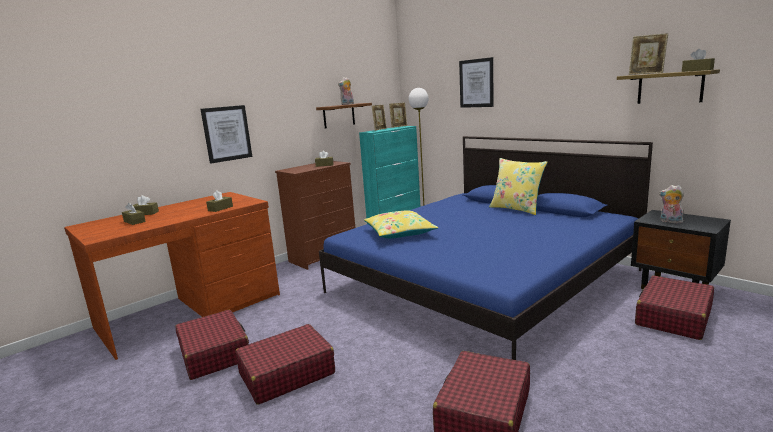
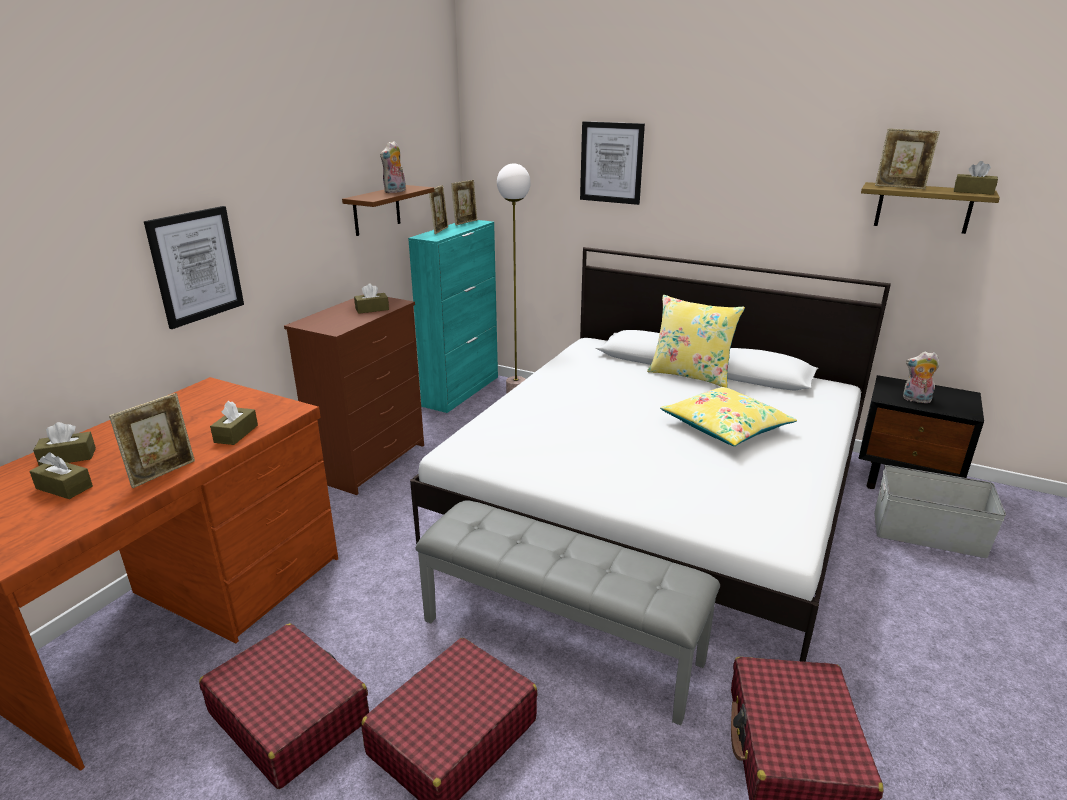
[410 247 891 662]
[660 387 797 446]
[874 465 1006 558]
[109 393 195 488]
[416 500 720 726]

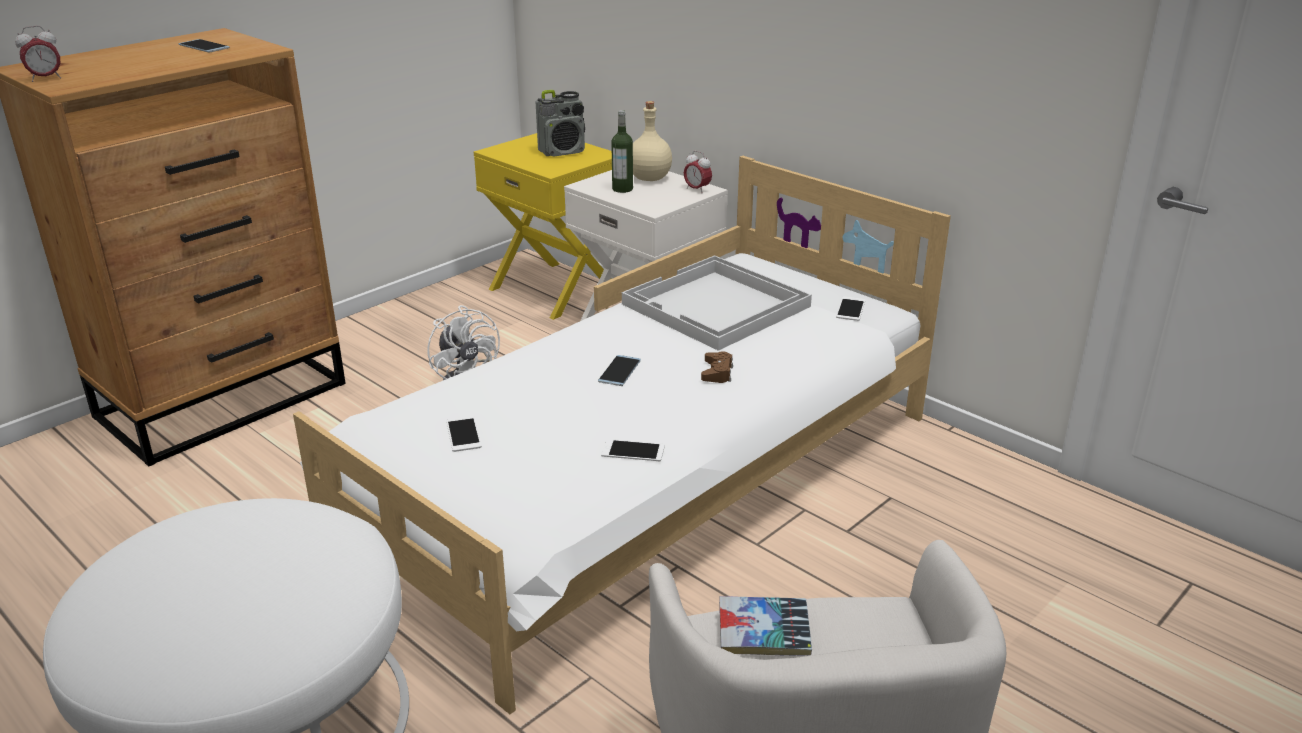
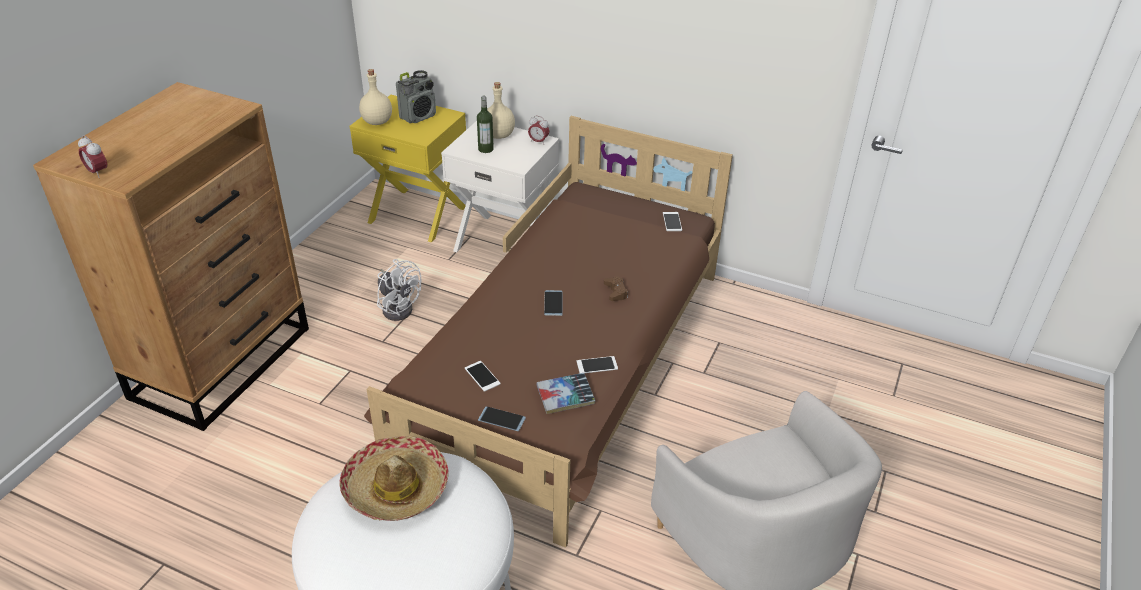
[78 135 107 178]
[478 406 526 431]
[364 116 733 548]
[622 255 812 351] (first image)
[537 373 595 414]
[339 436 449 521]
[359 69 392 125]

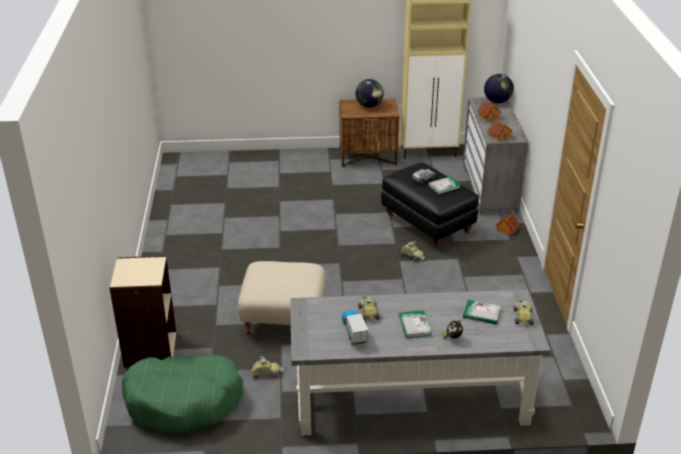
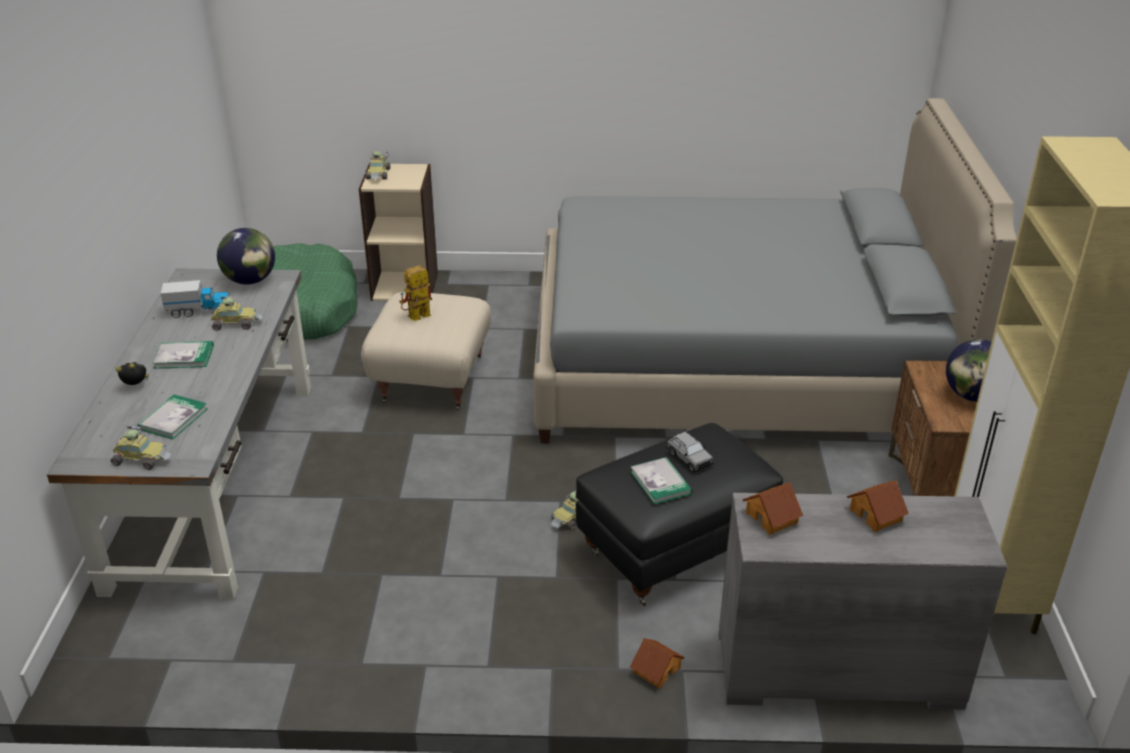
[365 151 390 179]
[217 228 275 285]
[399 265 432 321]
[533 98 1017 443]

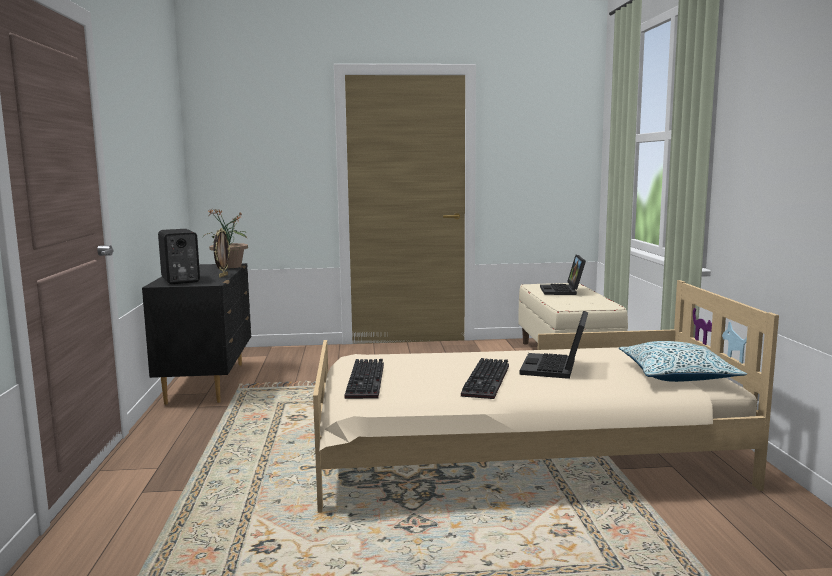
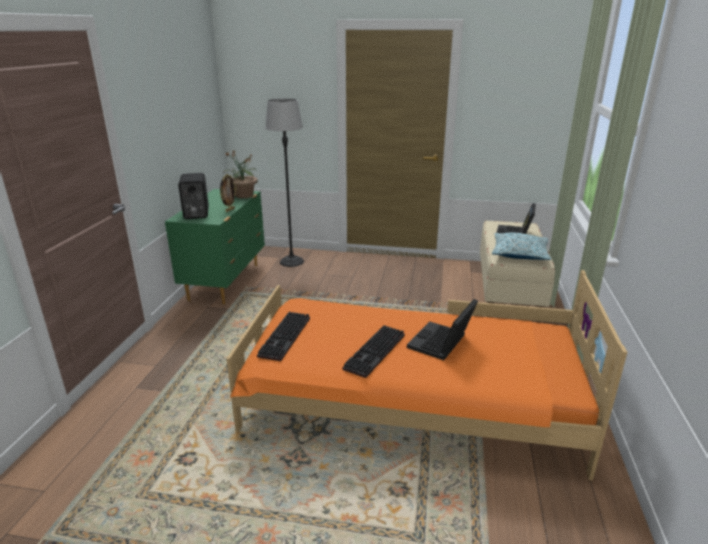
[165 189 265 305]
[226 270 628 481]
[492 232 551 260]
[265 99 304 267]

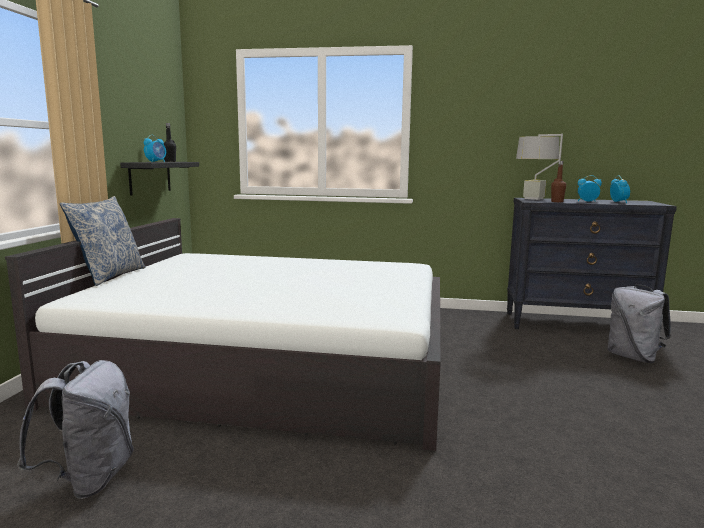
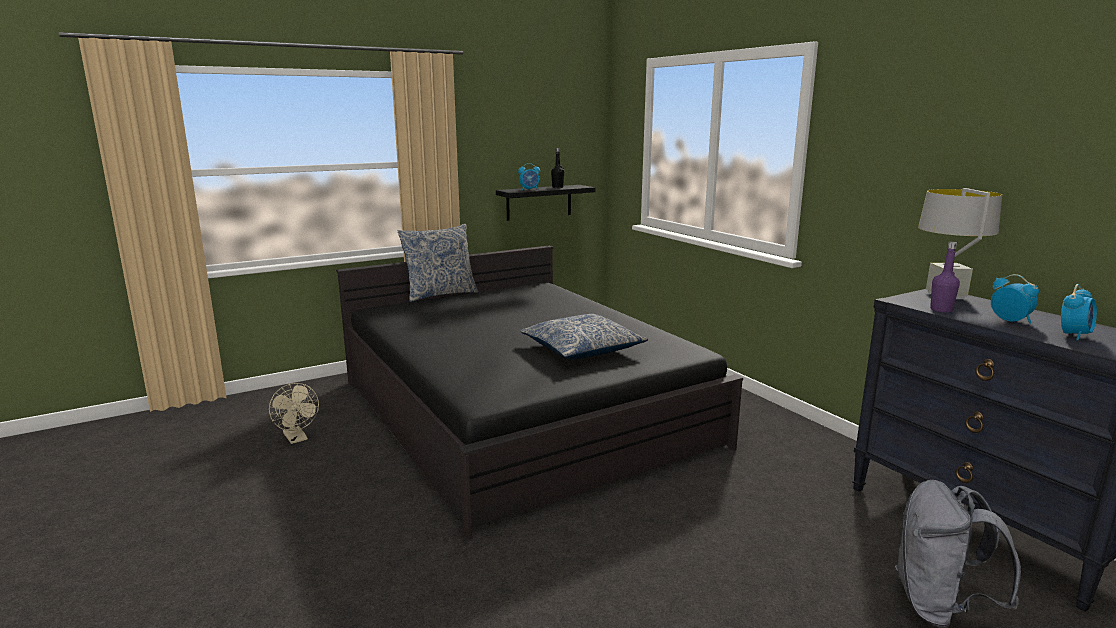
[336 246 743 540]
[269 383 319 444]
[930 241 960 313]
[520 314 648 359]

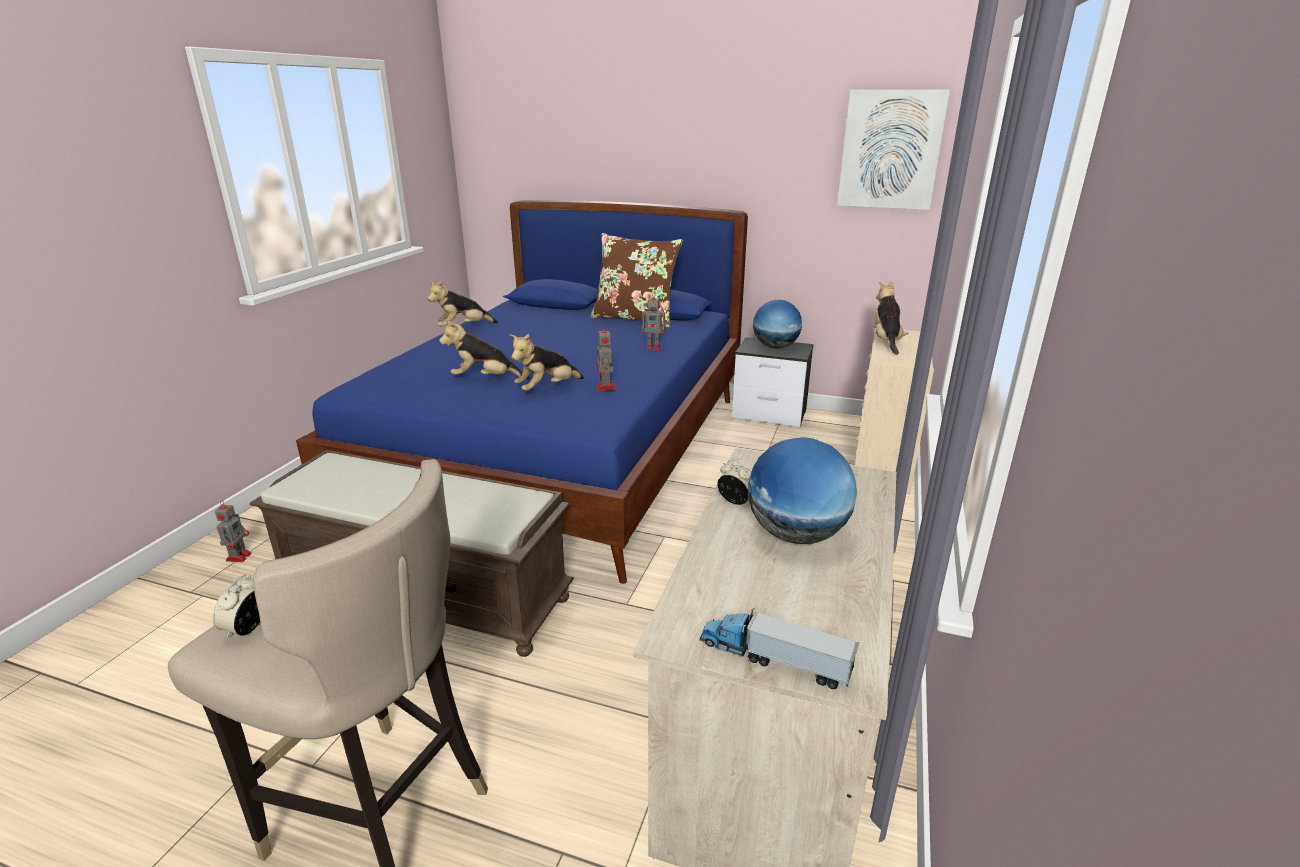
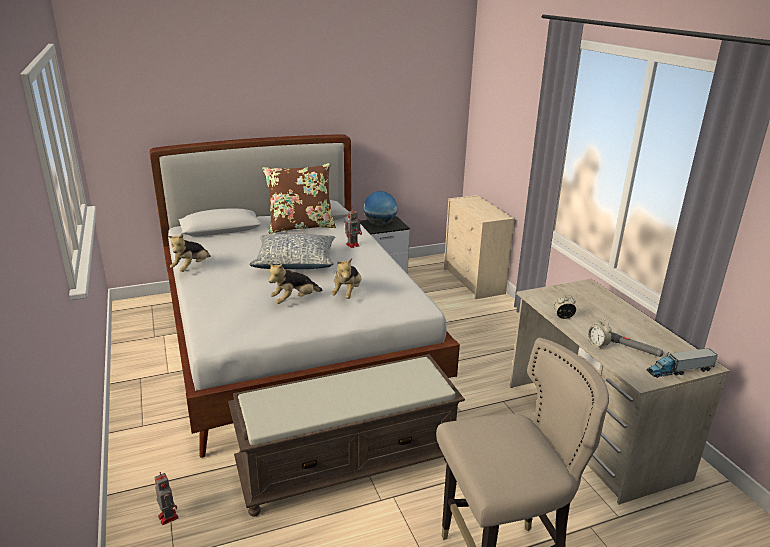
[588 319 612 349]
[149 134 460 458]
[595 330 616 391] (first image)
[748 437 857 544] (first image)
[837 89 950 210] (first image)
[873 281 908 355] (first image)
[250 234 335 269]
[611 332 664 357]

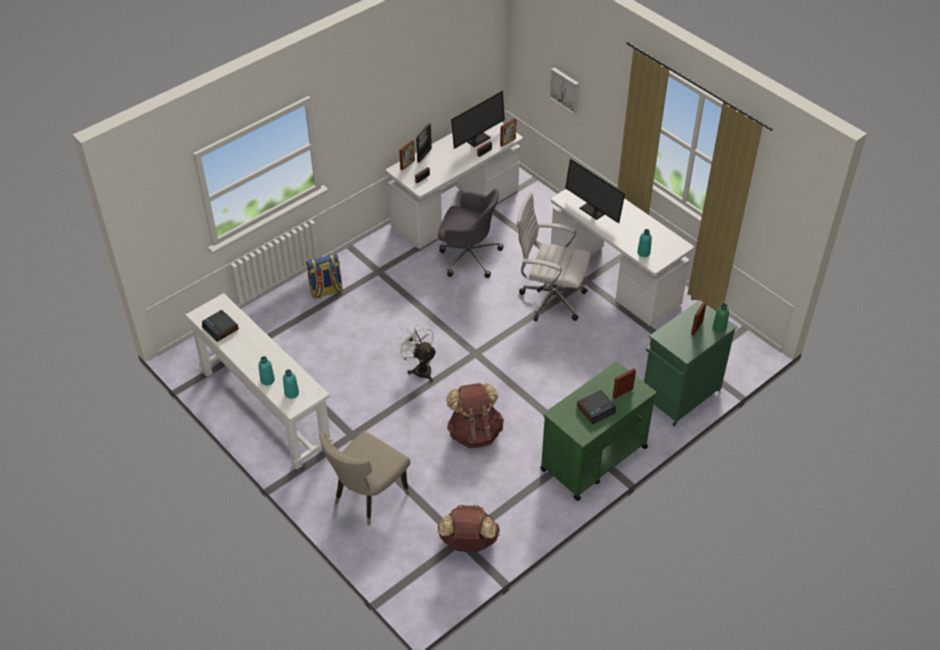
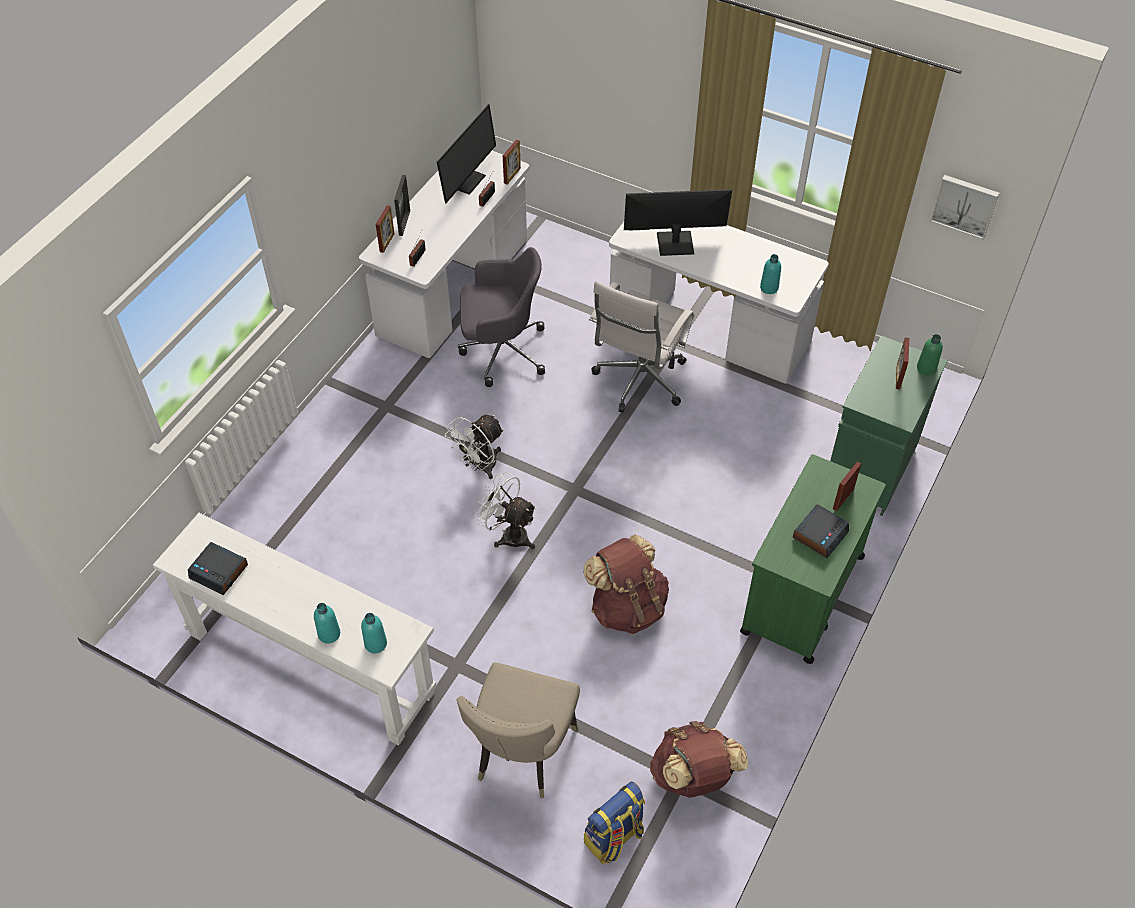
[584 782 645 864]
[589 281 695 412]
[930 175 999 239]
[624 189 732 256]
[445 414 504 479]

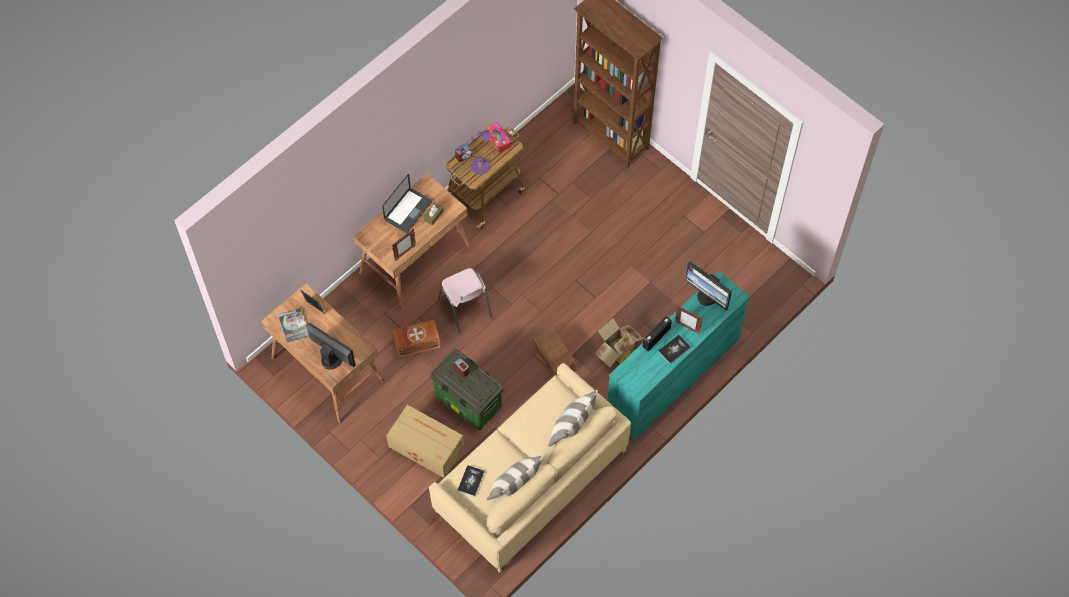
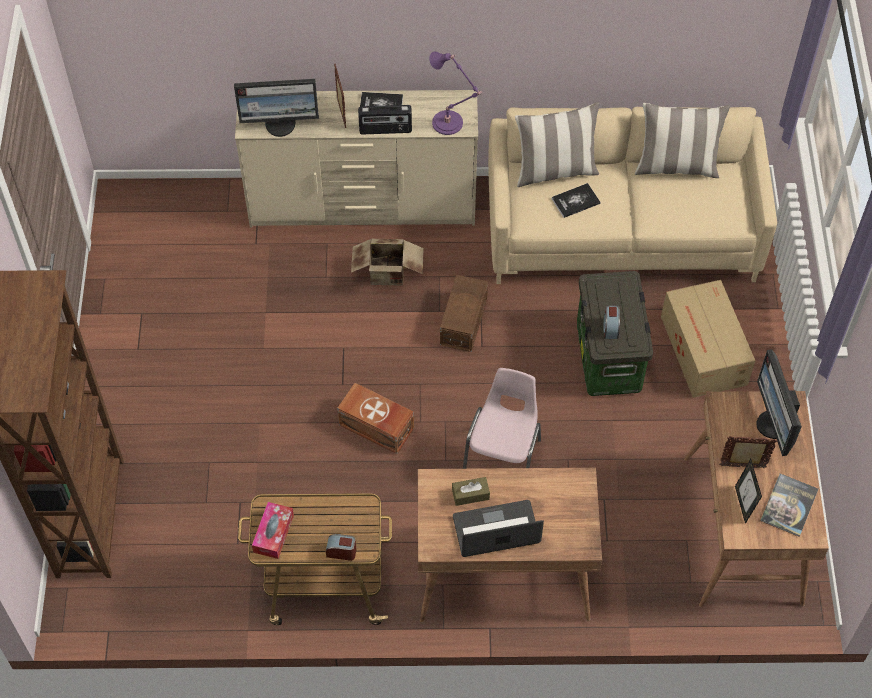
[719 436 777 468]
[337 383 414 454]
[552 183 601 218]
[429 52 481 135]
[235 90 478 227]
[234 79 319 137]

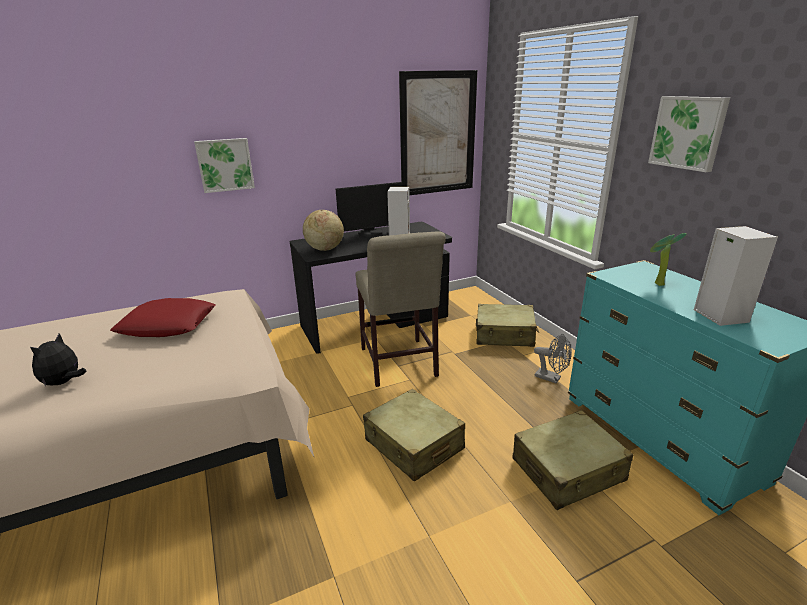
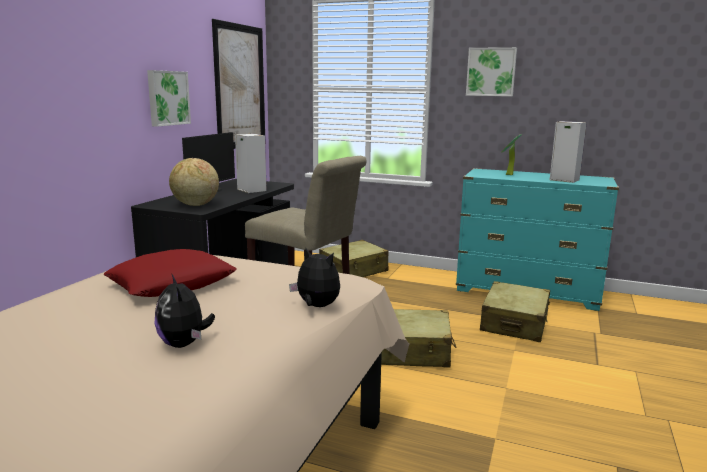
[147 70 191 127]
[534 334 572 383] (first image)
[289 247 340 307]

